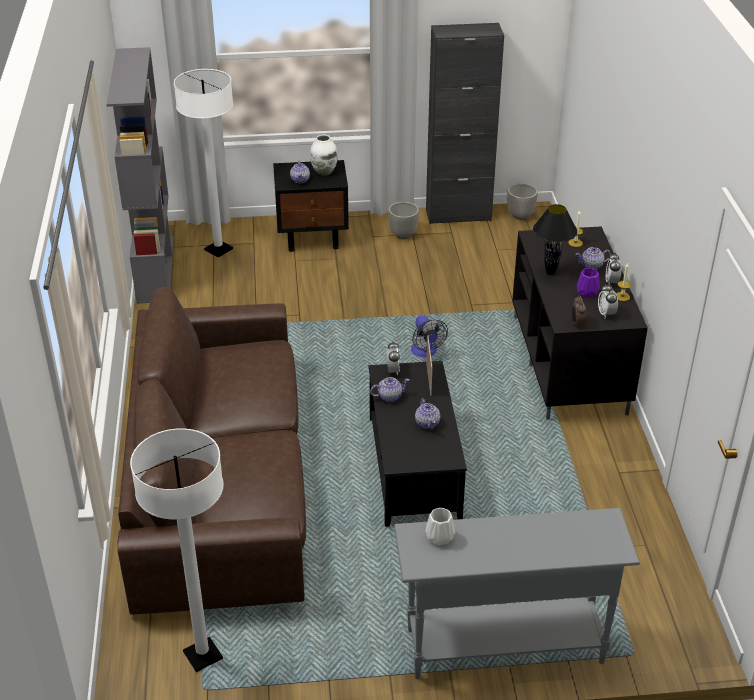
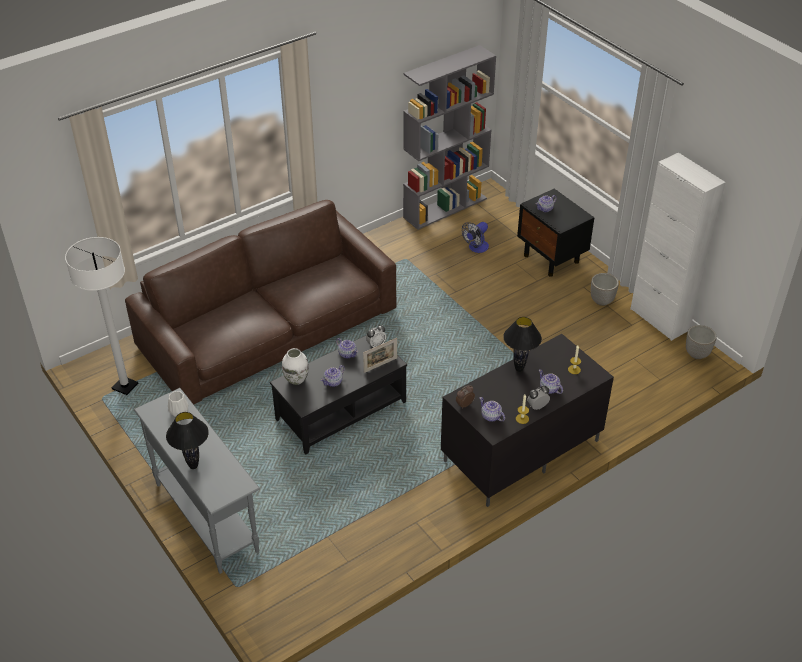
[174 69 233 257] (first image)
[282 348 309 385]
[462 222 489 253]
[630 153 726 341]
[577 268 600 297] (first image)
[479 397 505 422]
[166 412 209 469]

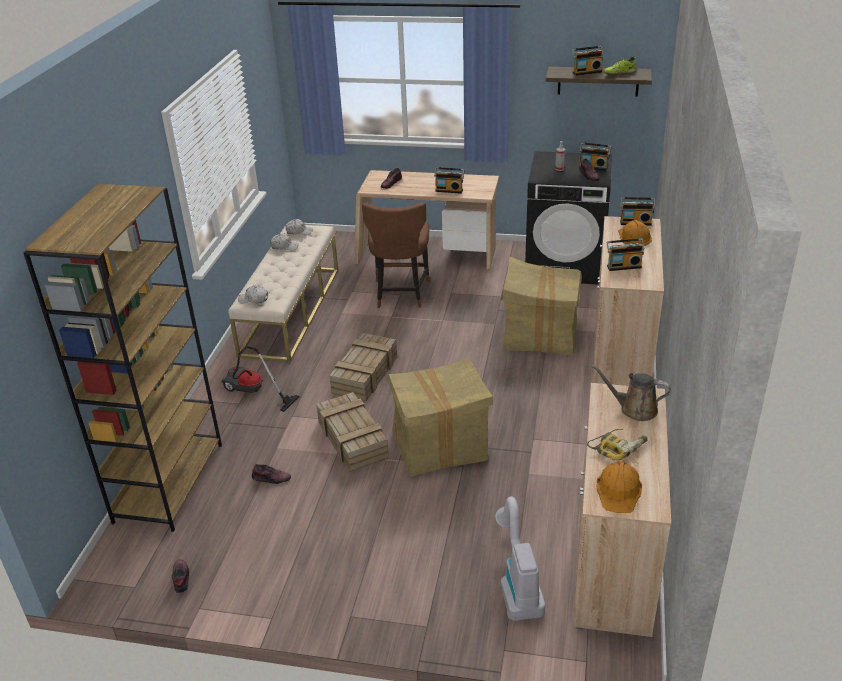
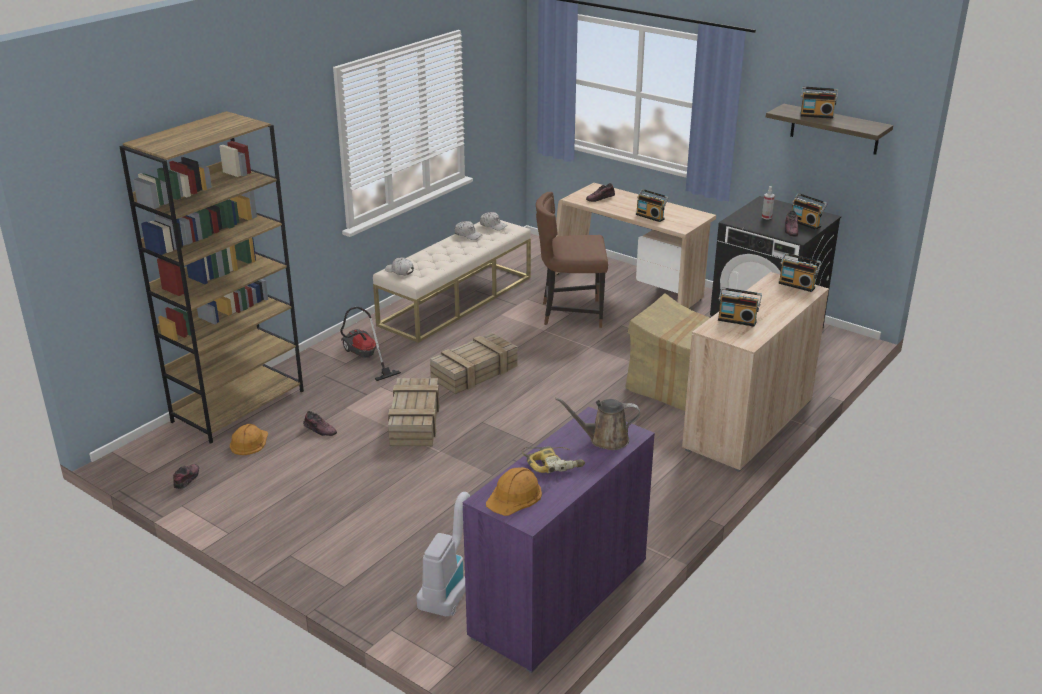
[536 192 608 328]
[388 359 493 477] (first image)
[463 407 655 673]
[555 398 640 450]
[604 56 636 75] (first image)
[230 424 268 455]

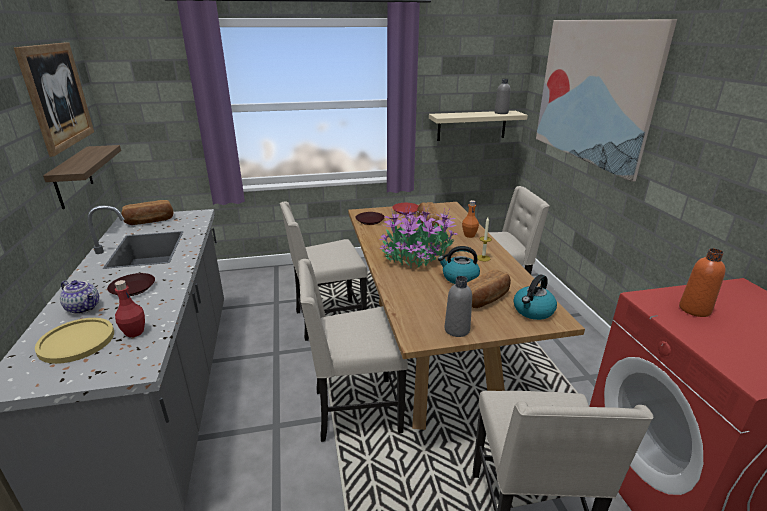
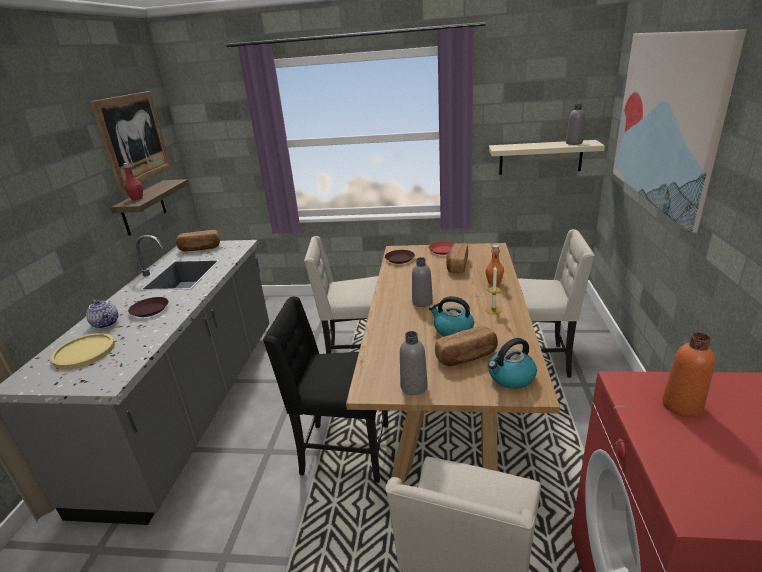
[123 163 143 200]
[263 296 388 483]
[412 257 433 307]

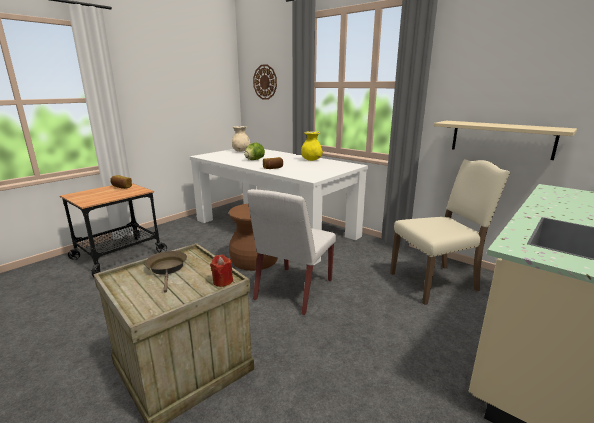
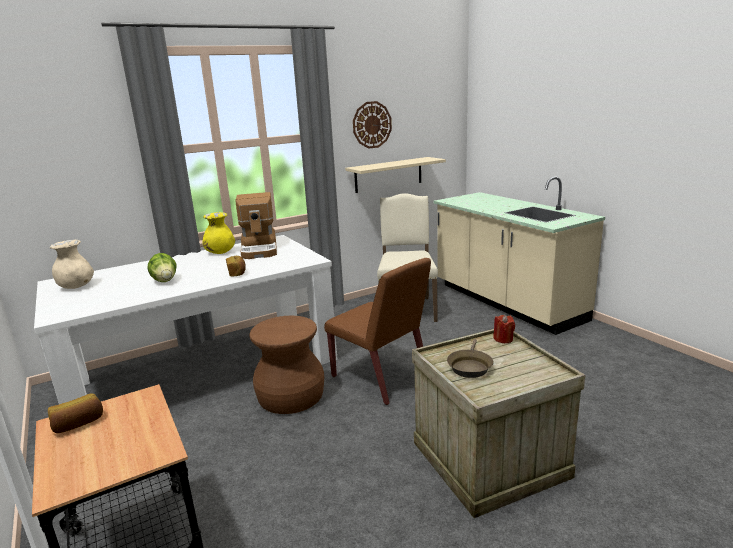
[447 339 494 378]
[324 258 431 405]
[353 101 392 149]
[235 192 277 259]

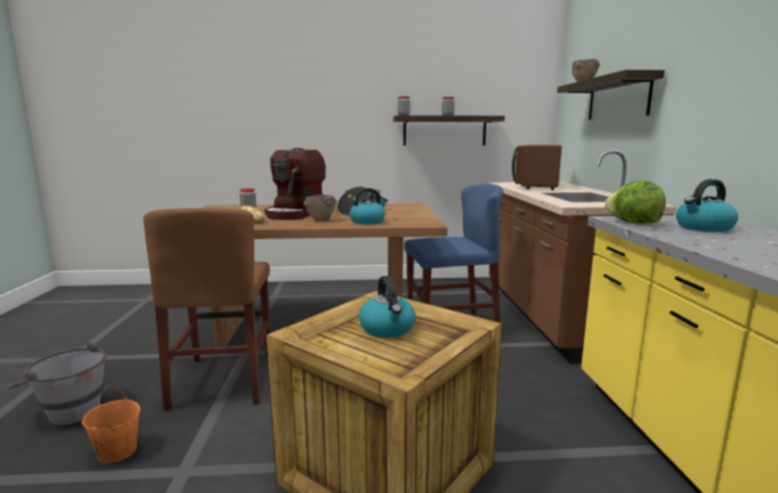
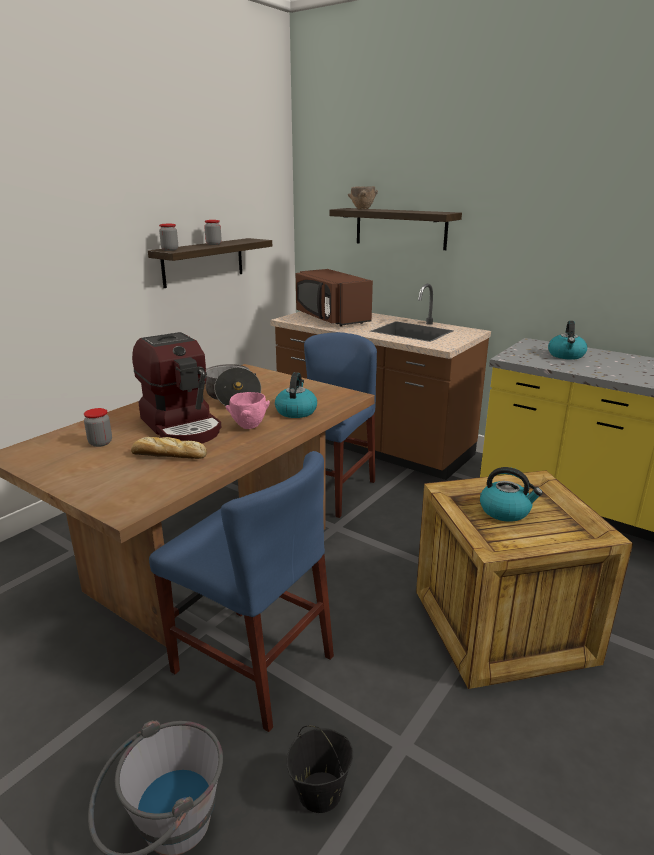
[286 726 353 813]
[149 451 334 732]
[226 392 270 429]
[605 180 666 224] (first image)

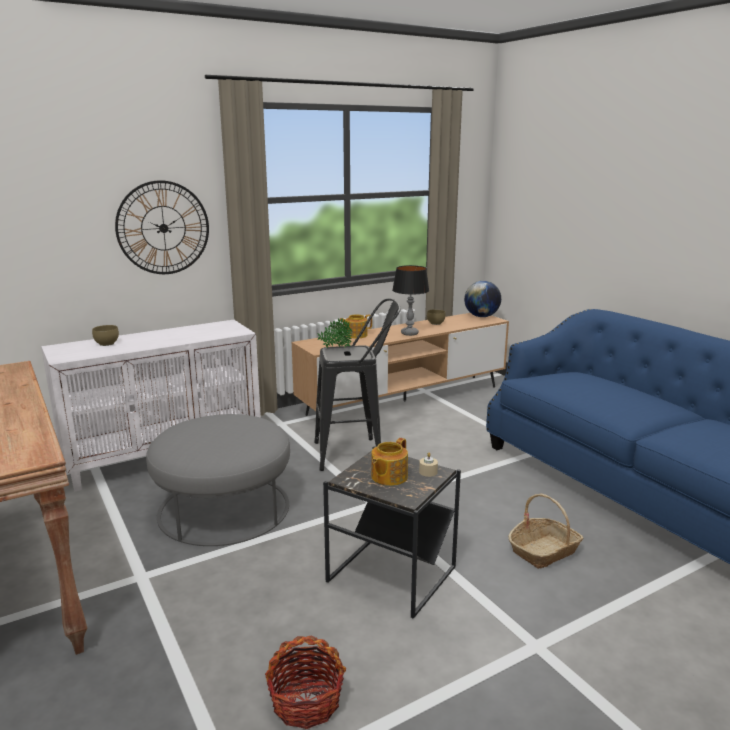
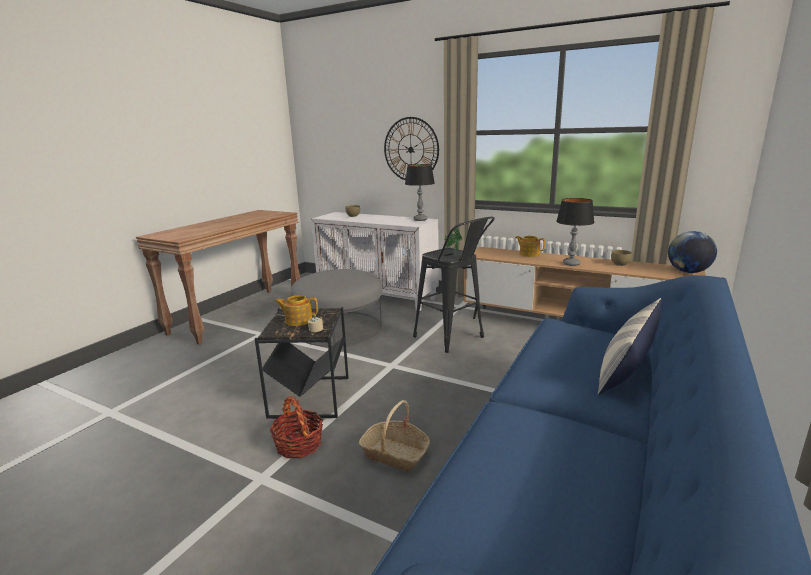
[269 396 323 459]
[405 164 435 221]
[598 298 662 395]

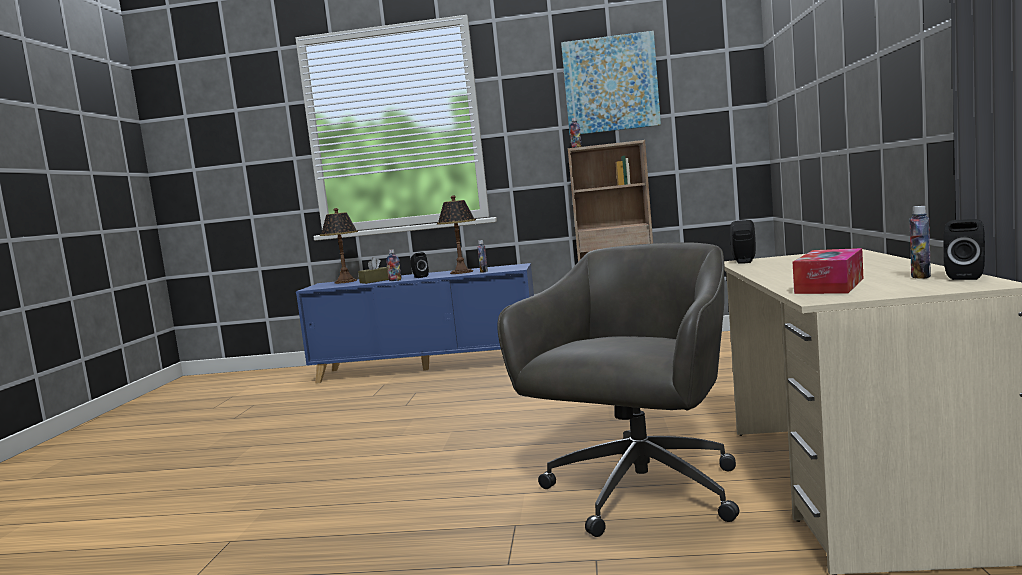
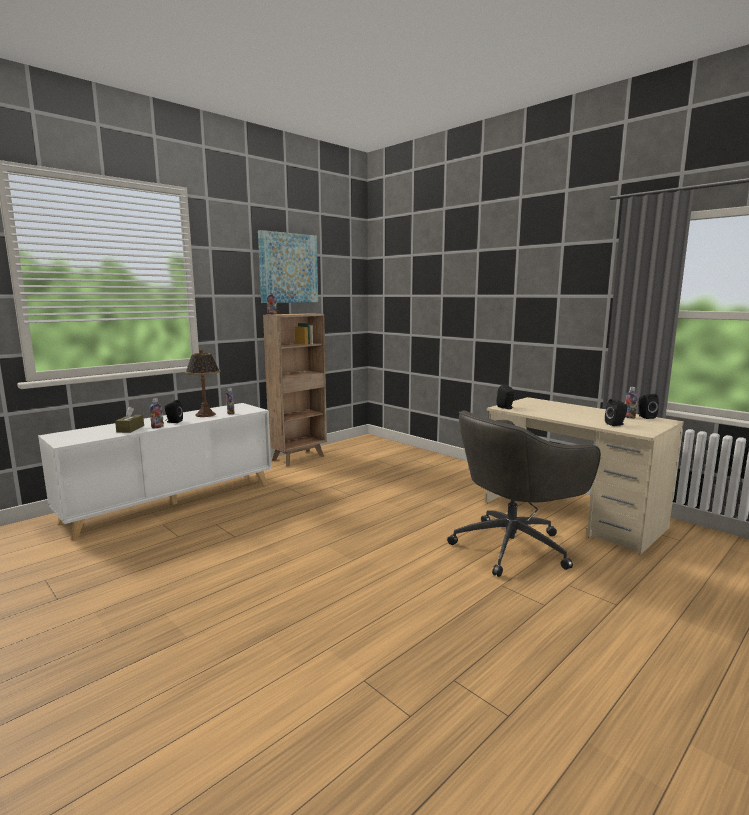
[38 403 271 541]
[320 208 358 284] (first image)
[447 410 601 577]
[605 399 627 426]

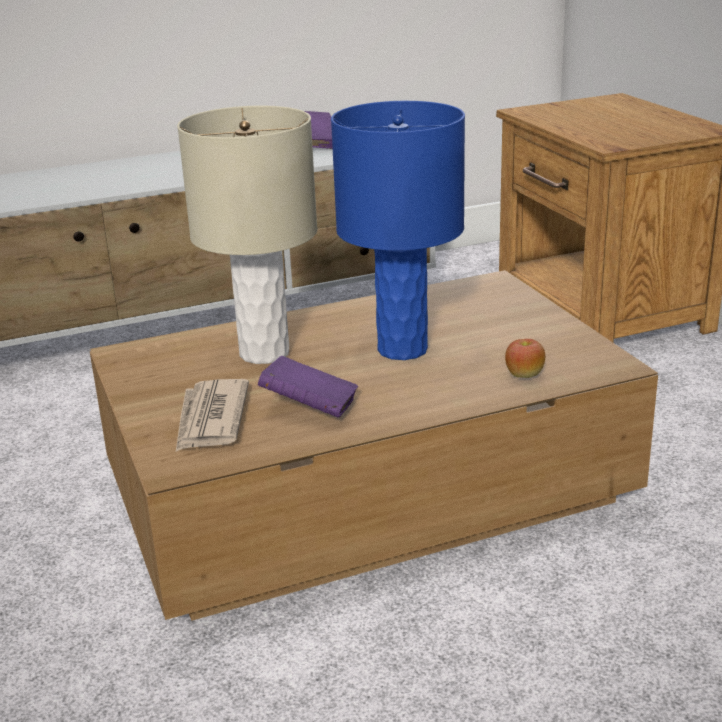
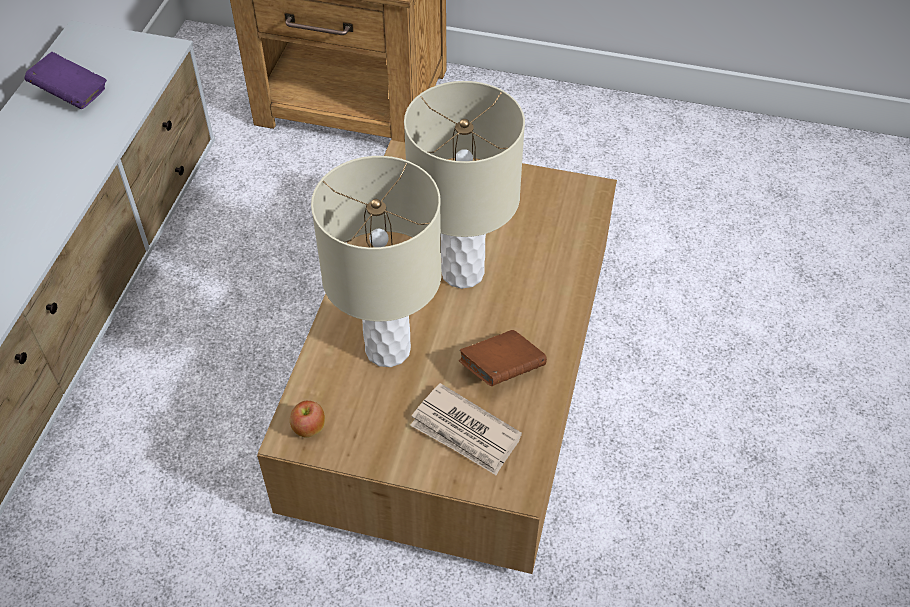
[459 330 547 386]
[404 81 525 289]
[290 401 325 438]

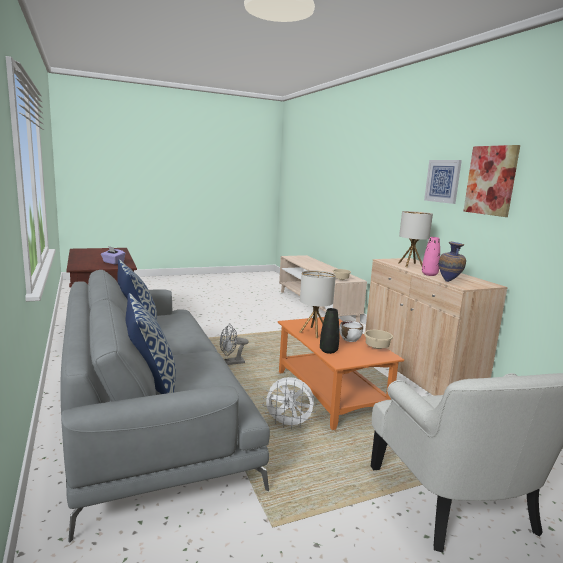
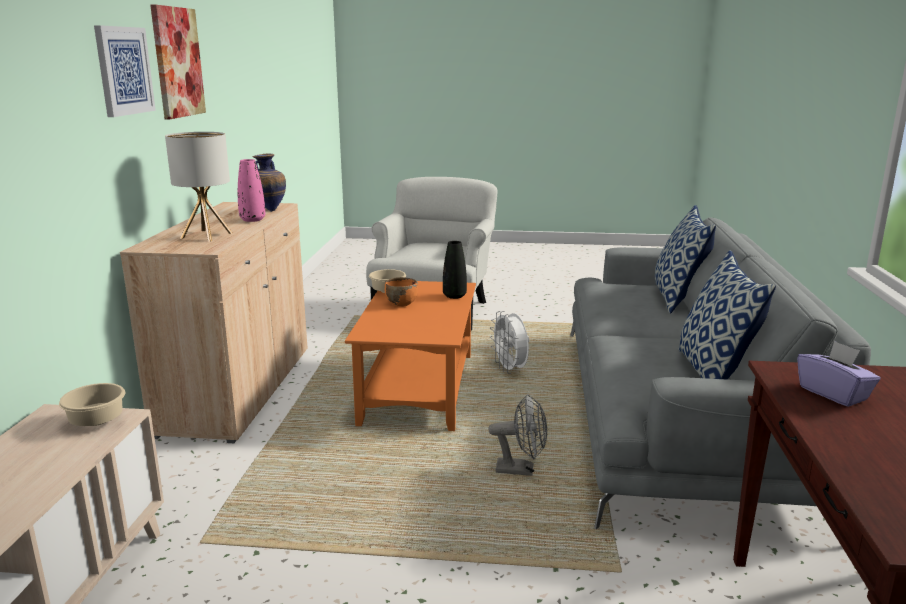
[490 311 529 374]
[299 270 336 338] (first image)
[385 277 418 307]

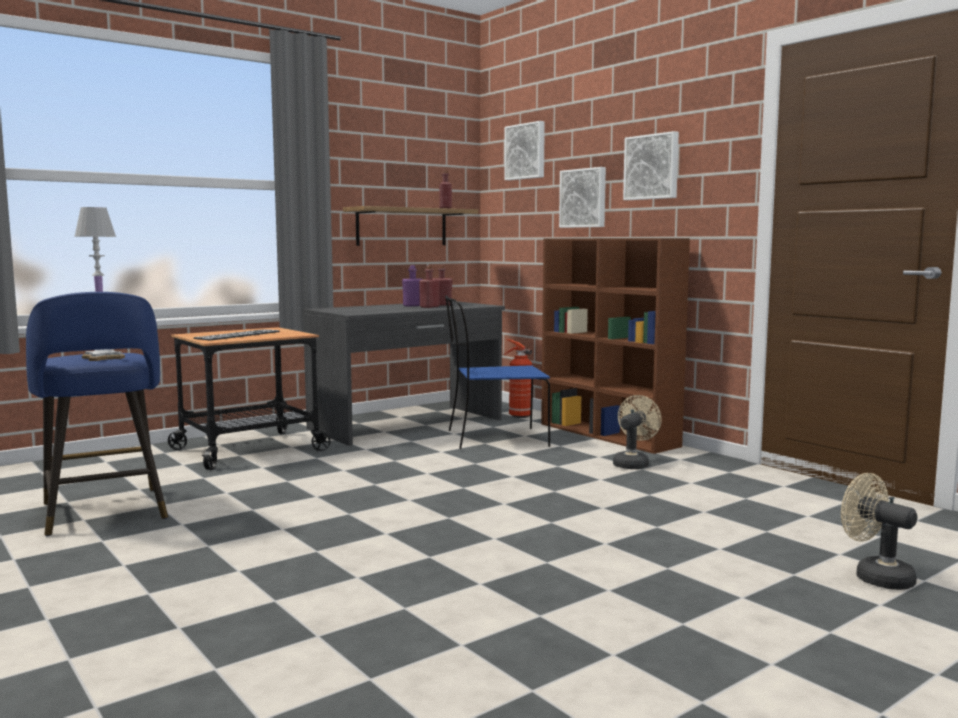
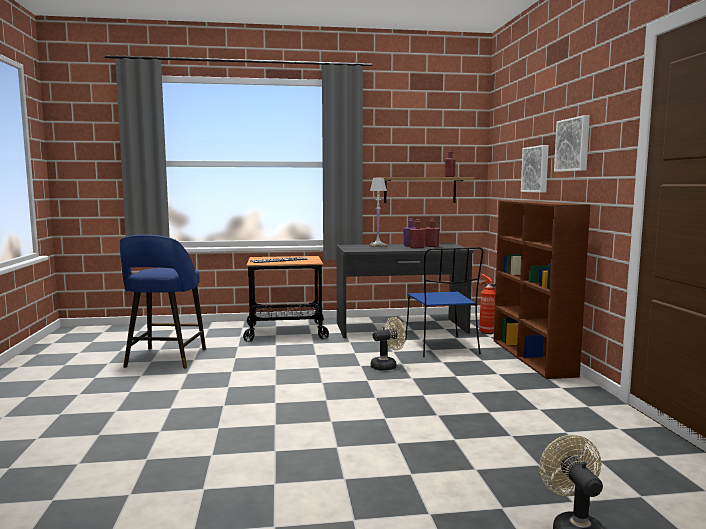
[369 178 387 247]
[406 247 483 357]
[504 121 545 180] (first image)
[371 317 406 371]

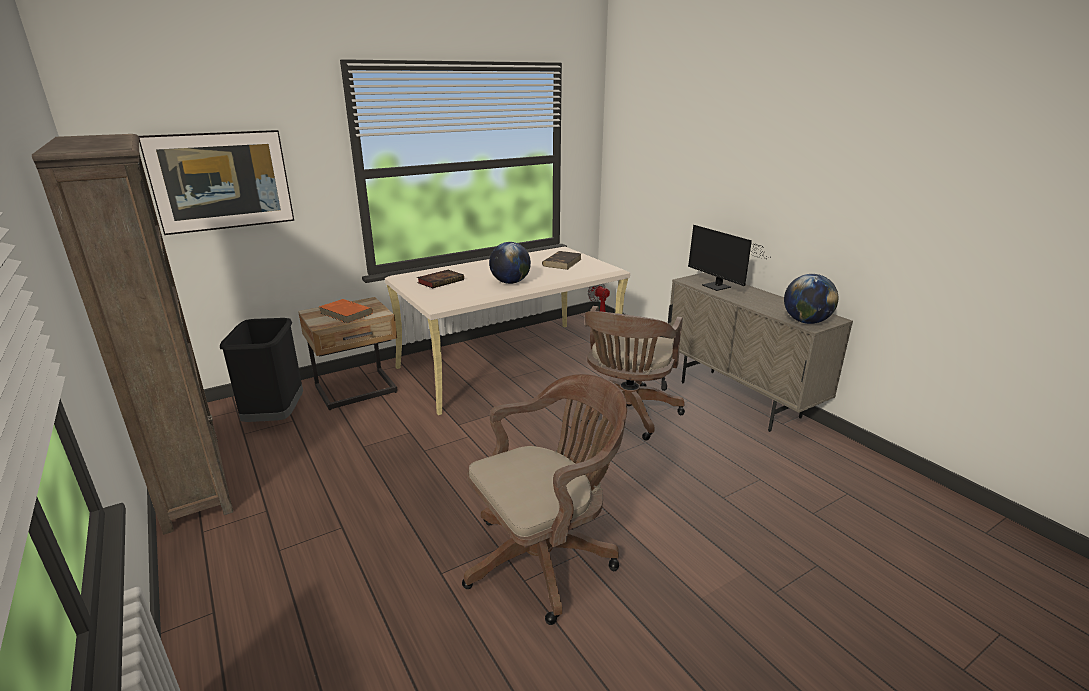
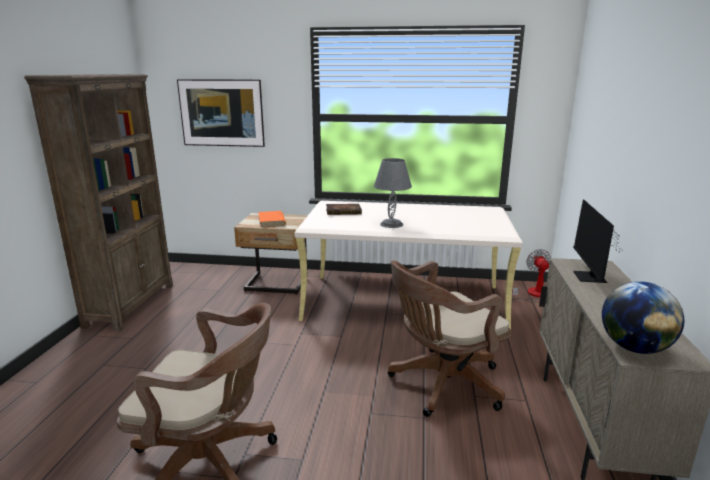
[220 318 303 422] (first image)
[374 158 412 228]
[542 251 582 270] (first image)

